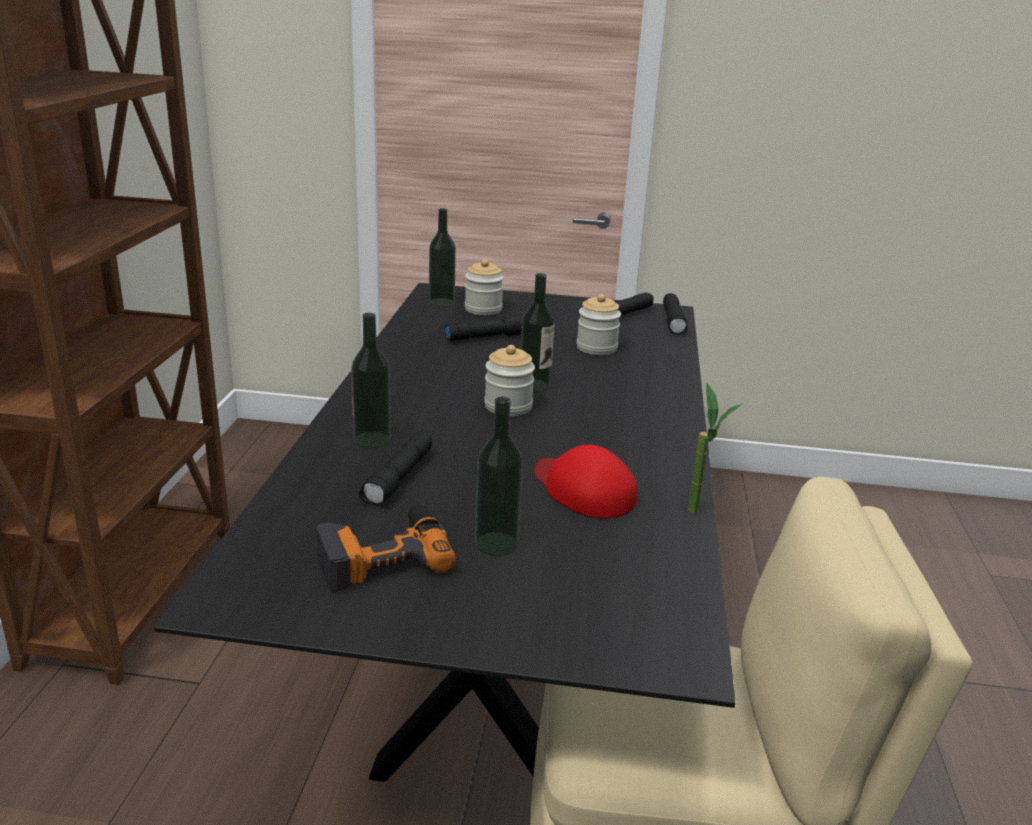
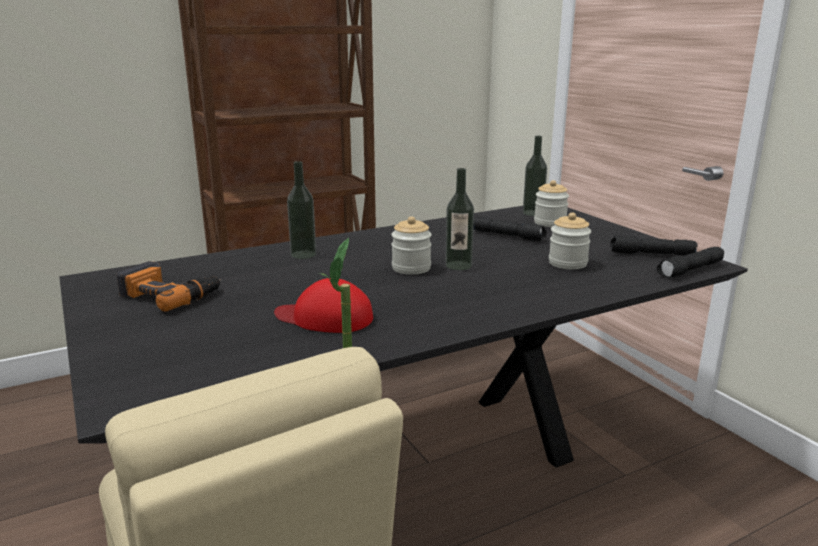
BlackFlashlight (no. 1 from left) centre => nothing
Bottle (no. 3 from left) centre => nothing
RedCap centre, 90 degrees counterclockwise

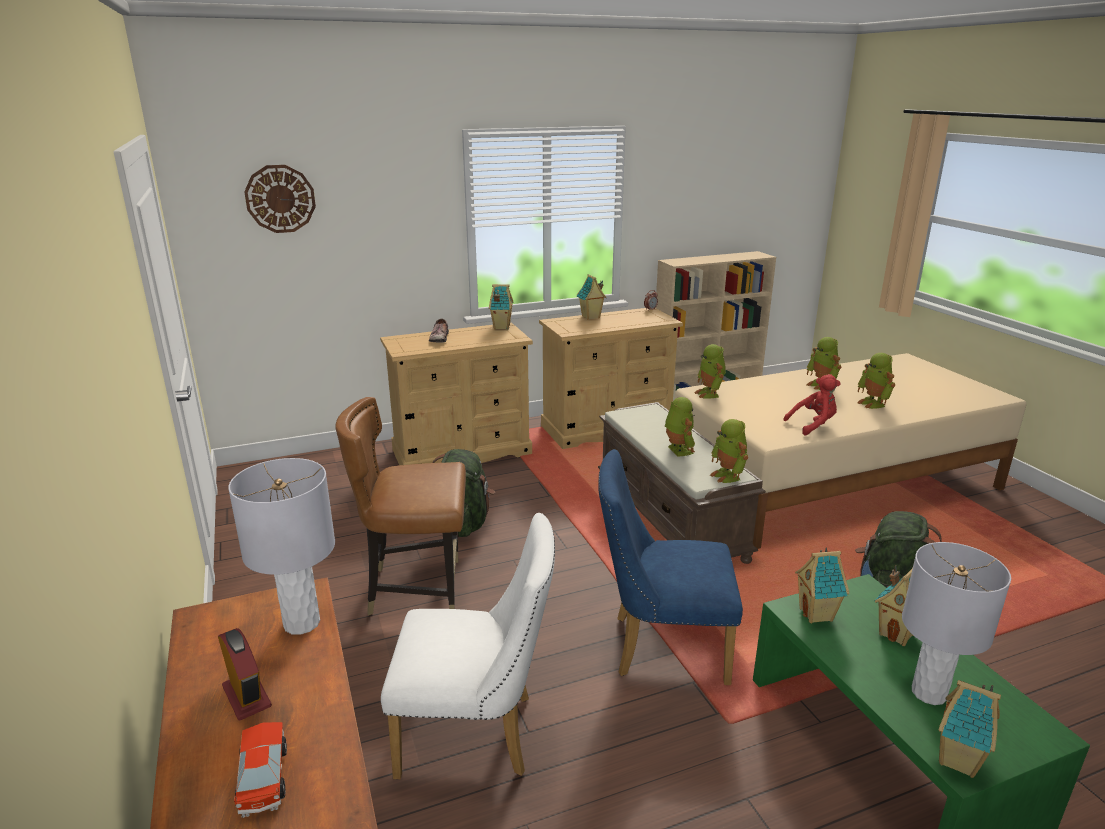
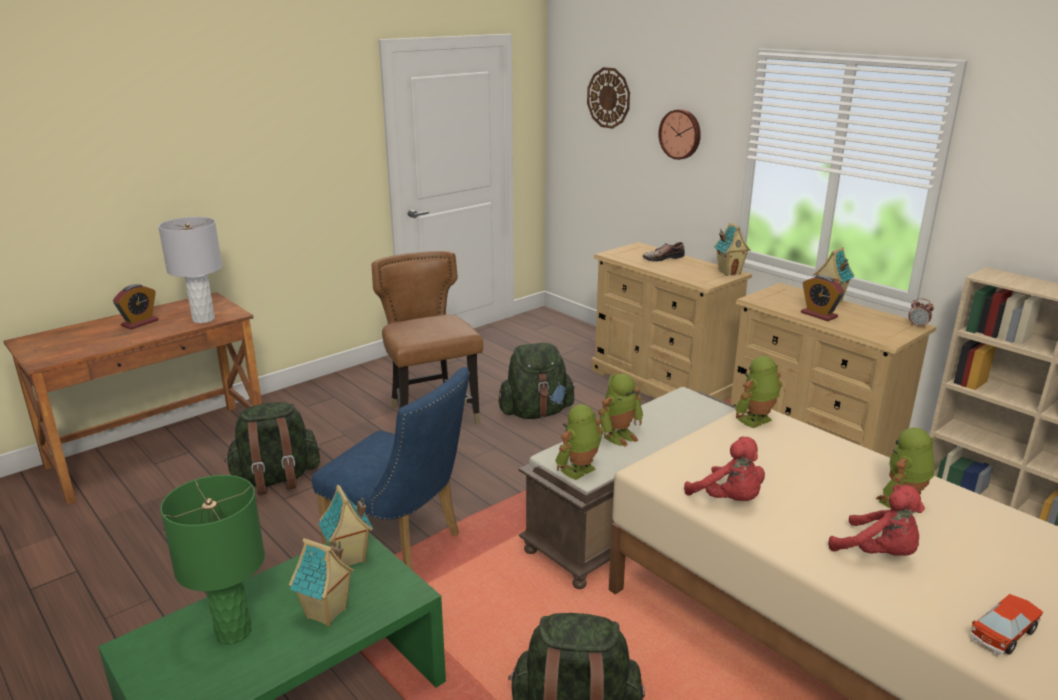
ToyCar bottom left => ToyCar bottom right, relocated
WhiteChair bottom centre => GreenBackpack (no. 1 from left) middle left
BlueChair bottom centre, 135 degrees clockwise
ToyRobot (no. 5 from left) middle right => RedPlushToy (no. 2 from left) bottom right
GreyTableLamp (no. 2 from left) bottom right => GreenTableLamp bottom left
ToyHouse (no. 5 from left) bottom right => nothing
nothing => WallClock (no. 2 from left) top centre
nothing => AlarmClock (no. 2 from left) middle right

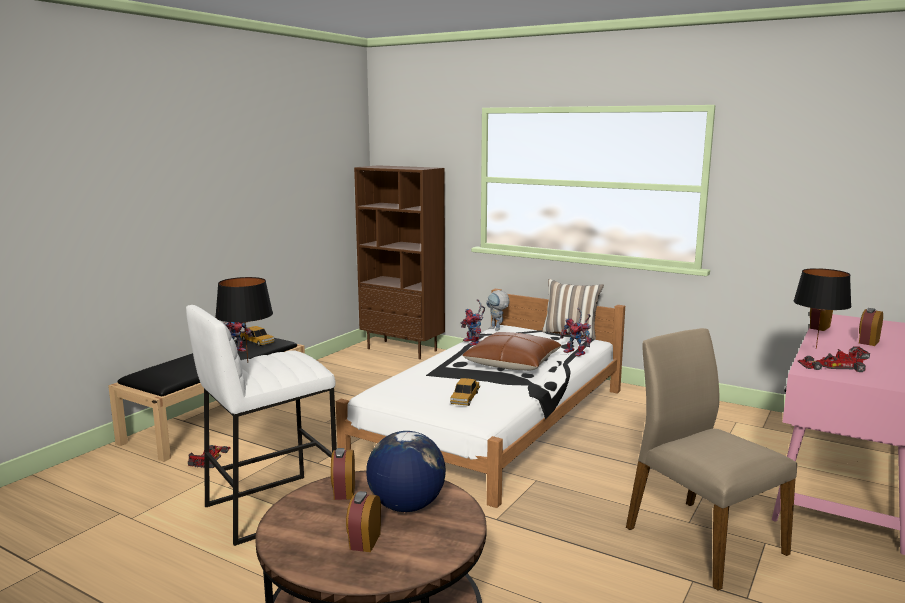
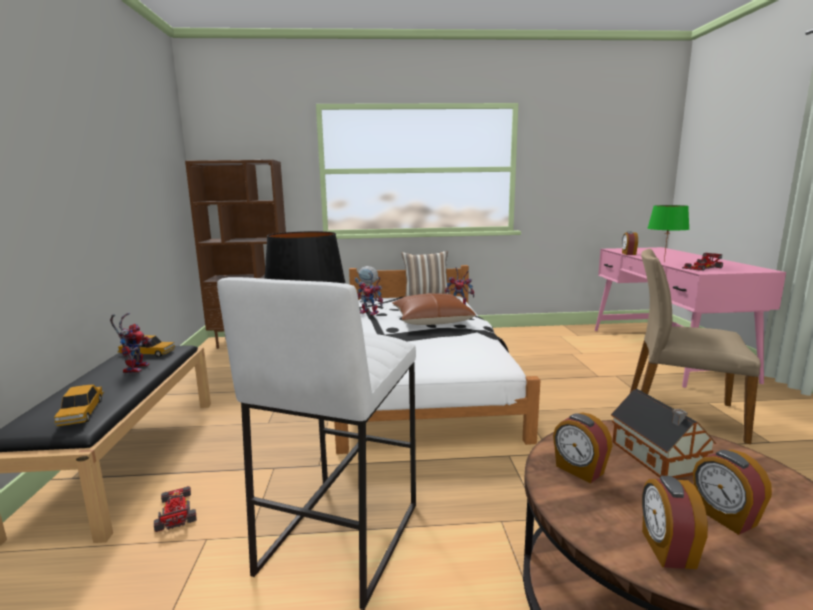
Globe bottom centre => ToyHouse bottom right
ToyCar (no. 3 from left in the first image) centre => ToyCar (no. 1 from left) middle left, relocated
BlackTableLamp (no. 2 from left) middle right => GreenTableLamp middle right
AlarmClock (no. 4 from left in the first image) middle right => AlarmClock (no. 3 from left) bottom right, relocated

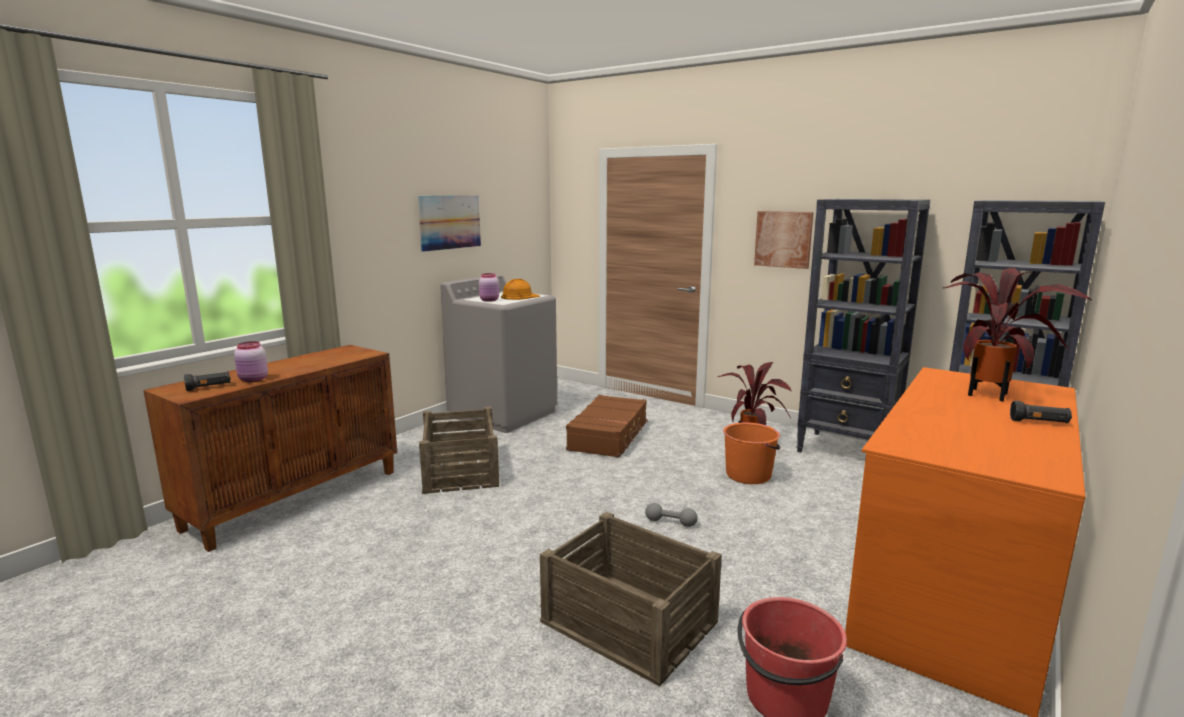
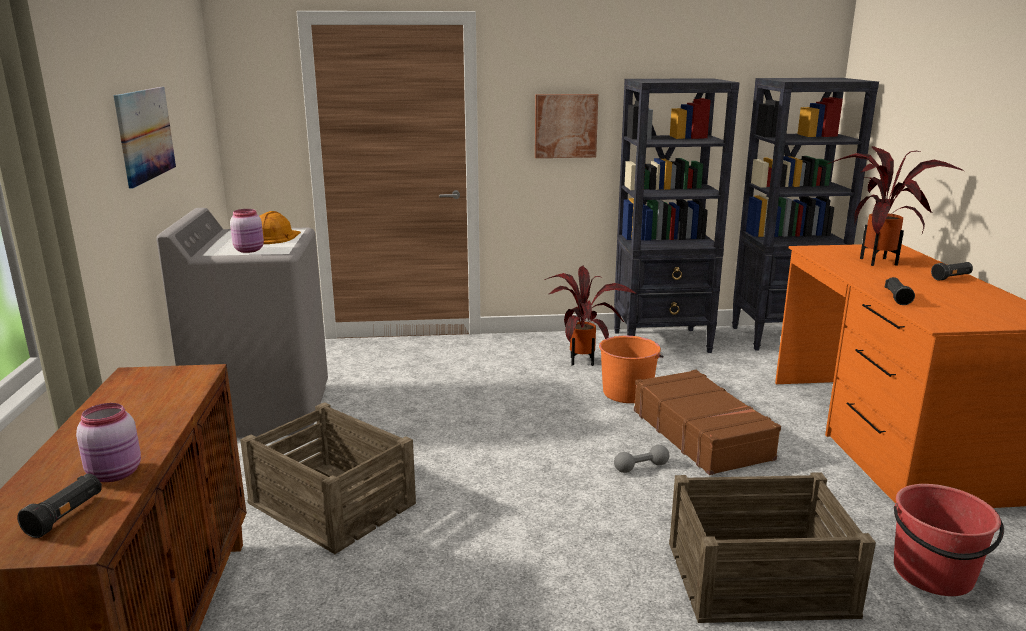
BrownSuitcase centre => BrownSuitcase bottom right, relocated
nothing => BlackFlashlight (no. 2 from left) middle right

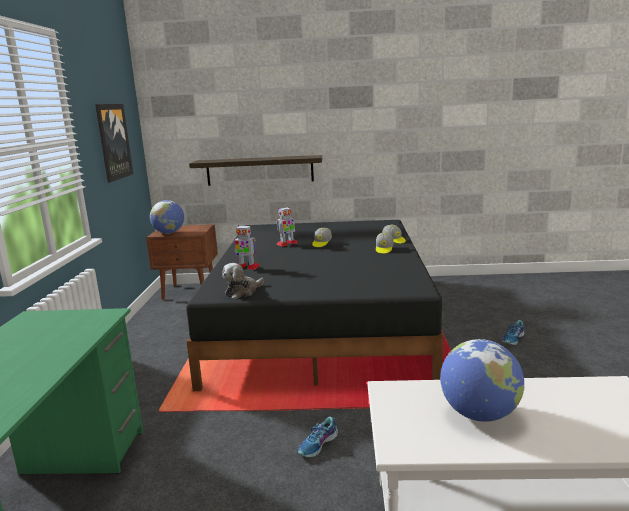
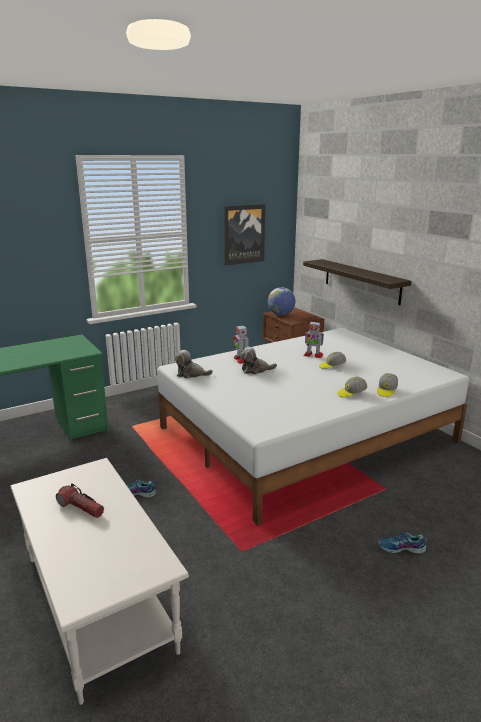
BlackBed centre => WhiteBed centre
Globe (no. 2 from left) bottom right => Flashlight bottom left
nothing => PlushToy (no. 2 from left) centre

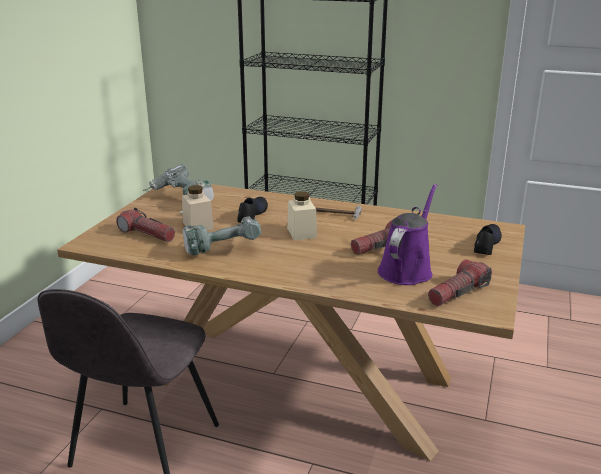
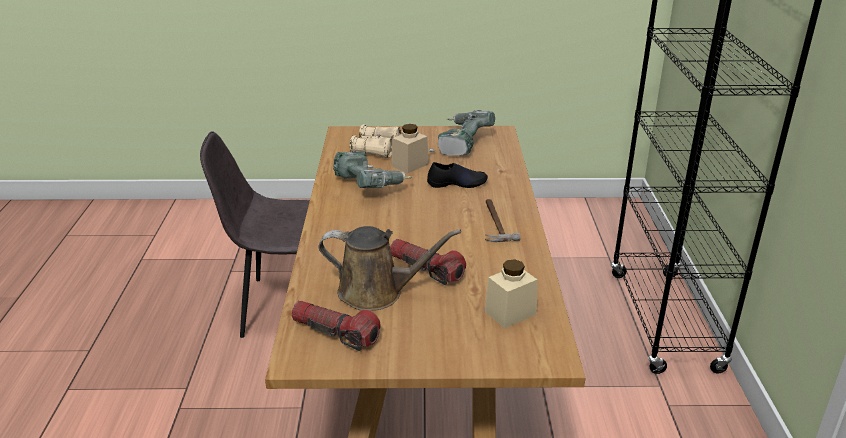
Flashlight (no. 1 from left) middle left => BeigeBinoculars top centre
BeigeJar (no. 2 from left) centre => BeigeJar (no. 2 from left) bottom centre, relocated
PurpleWateringCan middle right => BrownWateringCan centre
BlackShoe (no. 2 from left) middle right => nothing

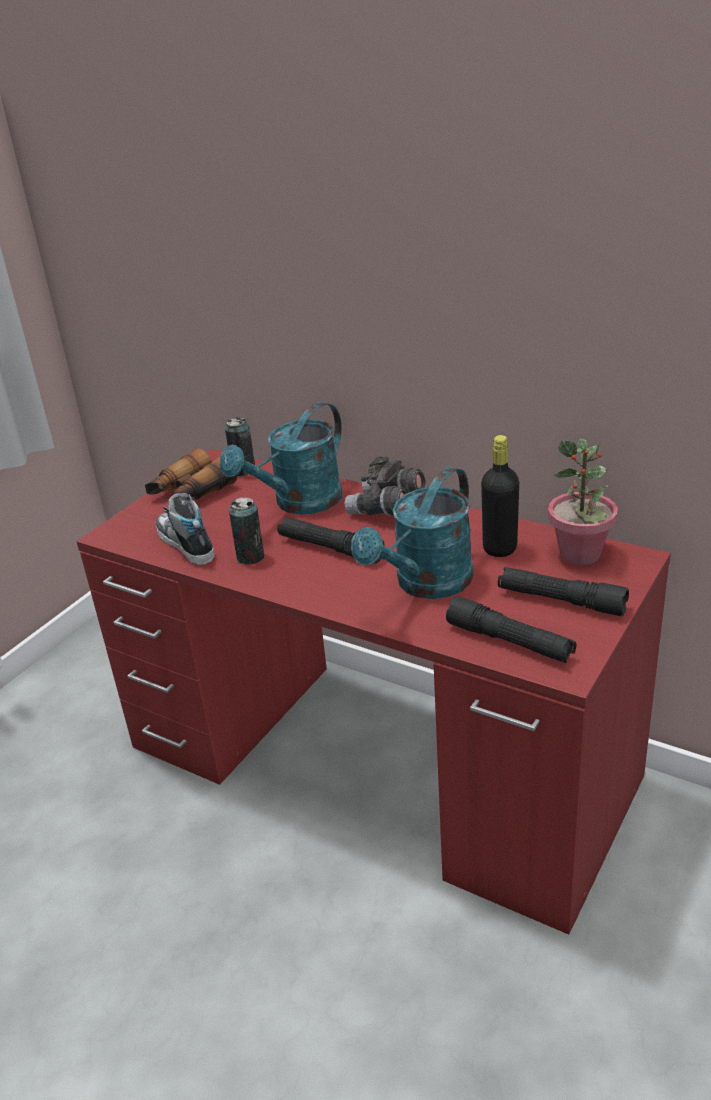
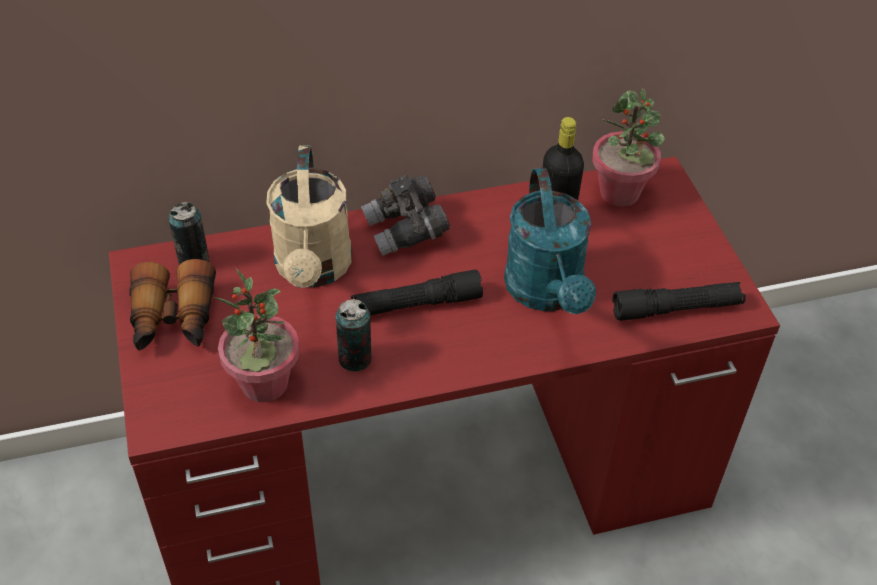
Shoe middle left => PottedPlant (no. 1 from left) middle left
TurquoiseWateringCan (no. 1 from left) centre => BeigeWateringCan centre
BlackFlashlight (no. 3 from left) middle right => nothing

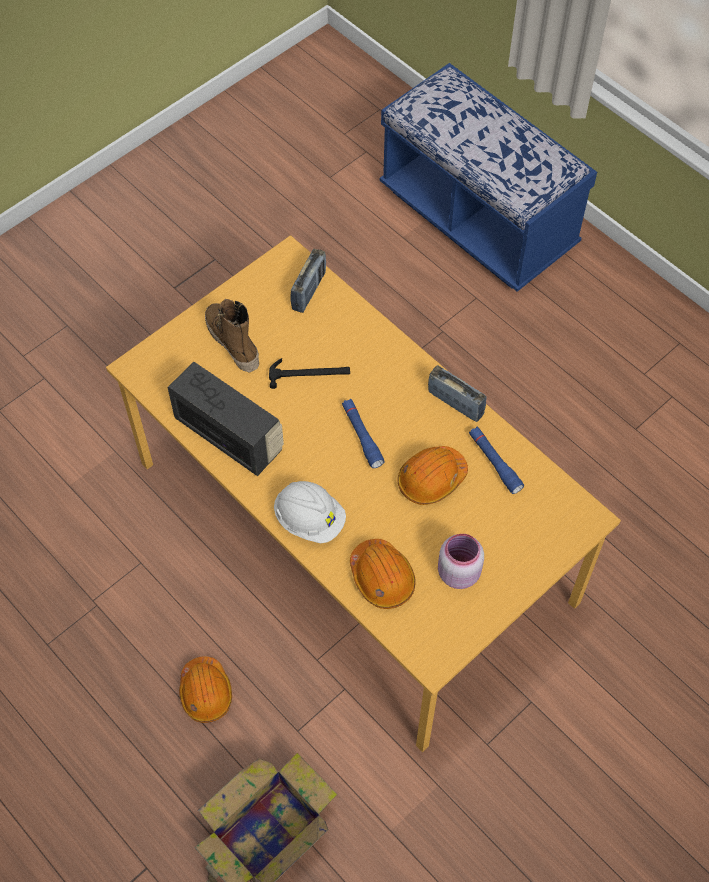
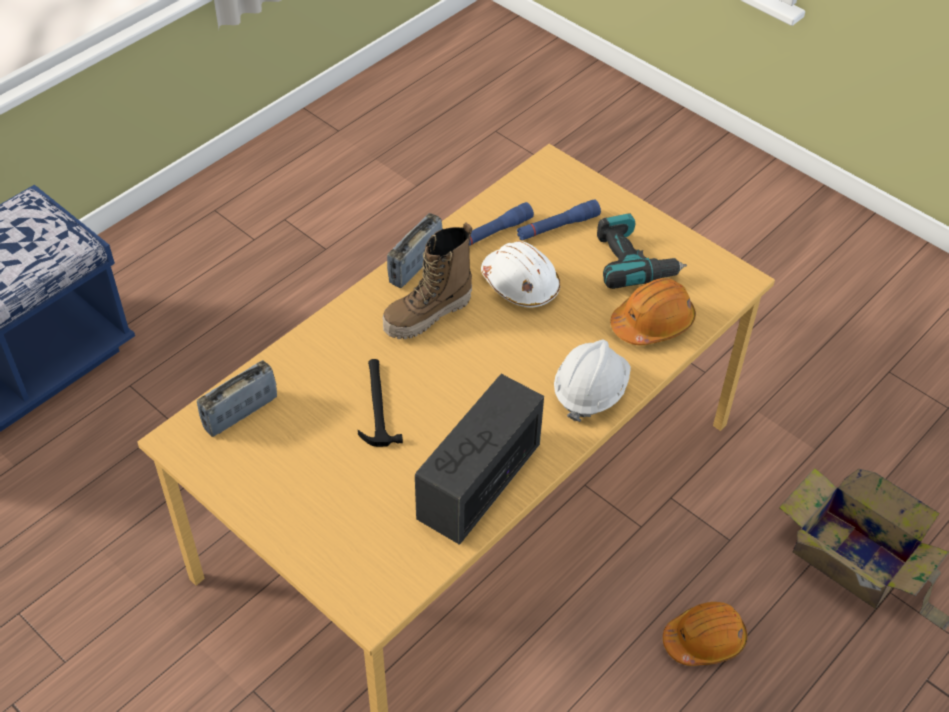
Boot middle left => Boot centre, relocated
Radio (no. 2 from left in the first image) top centre => Radio (no. 1 from left) middle left, 60 degrees counterclockwise
BlueFlashlight (no. 1 from left in the first image) centre => BlueFlashlight (no. 2 from left) top centre, relocated
OrangeHardHat (no. 3 from left) centre => WhiteHardHat (no. 1 from left) centre
PinkJar centre => PowerDrill middle right

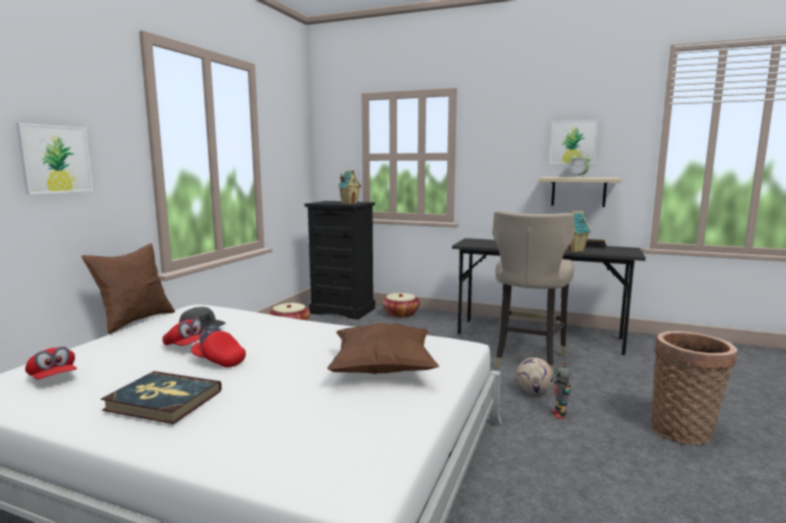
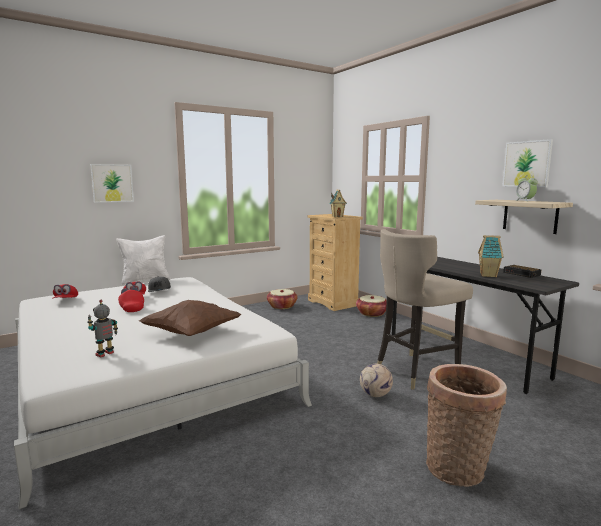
BrownPillow (no. 1 from left) middle left => WhitePillow middle left
Book bottom left => nothing
BlackDresser centre => BeigeDresser centre
ToyRobot bottom right => ToyRobot middle left, relocated

